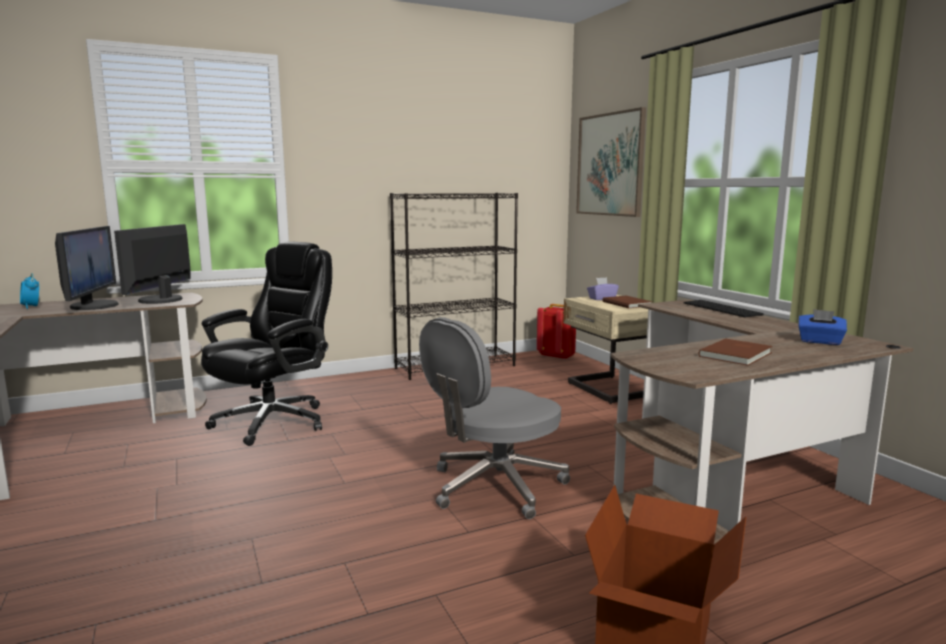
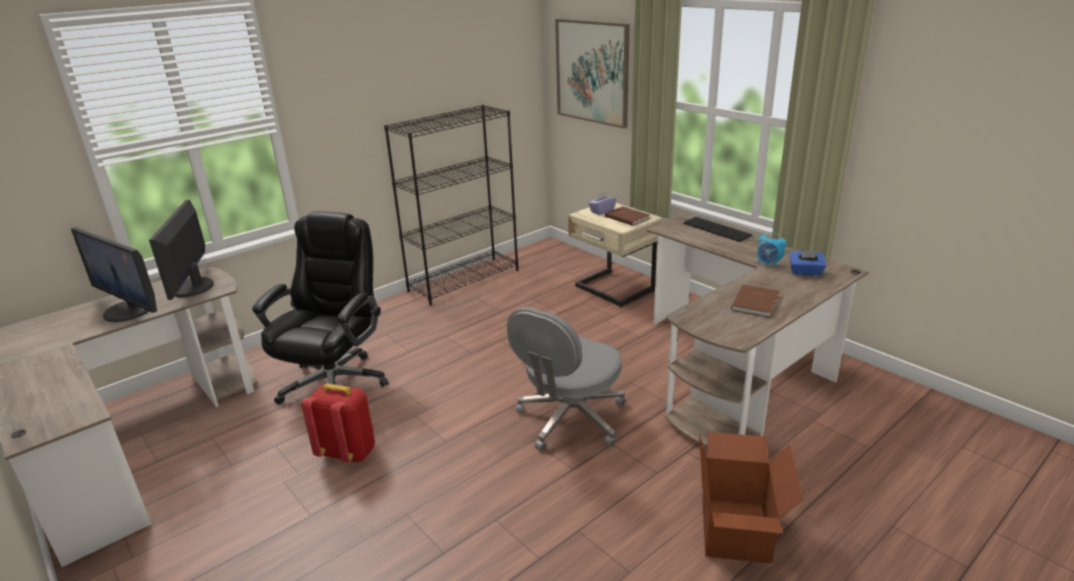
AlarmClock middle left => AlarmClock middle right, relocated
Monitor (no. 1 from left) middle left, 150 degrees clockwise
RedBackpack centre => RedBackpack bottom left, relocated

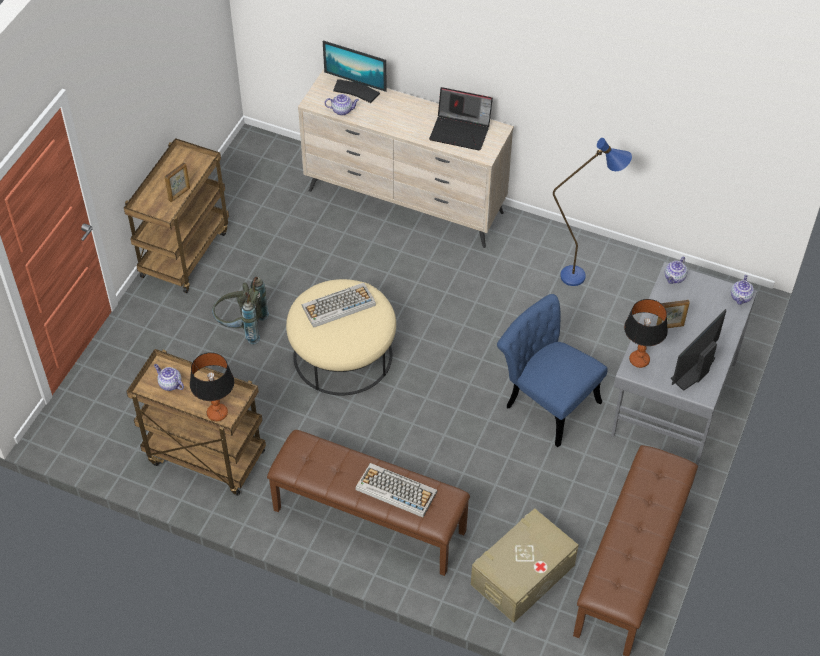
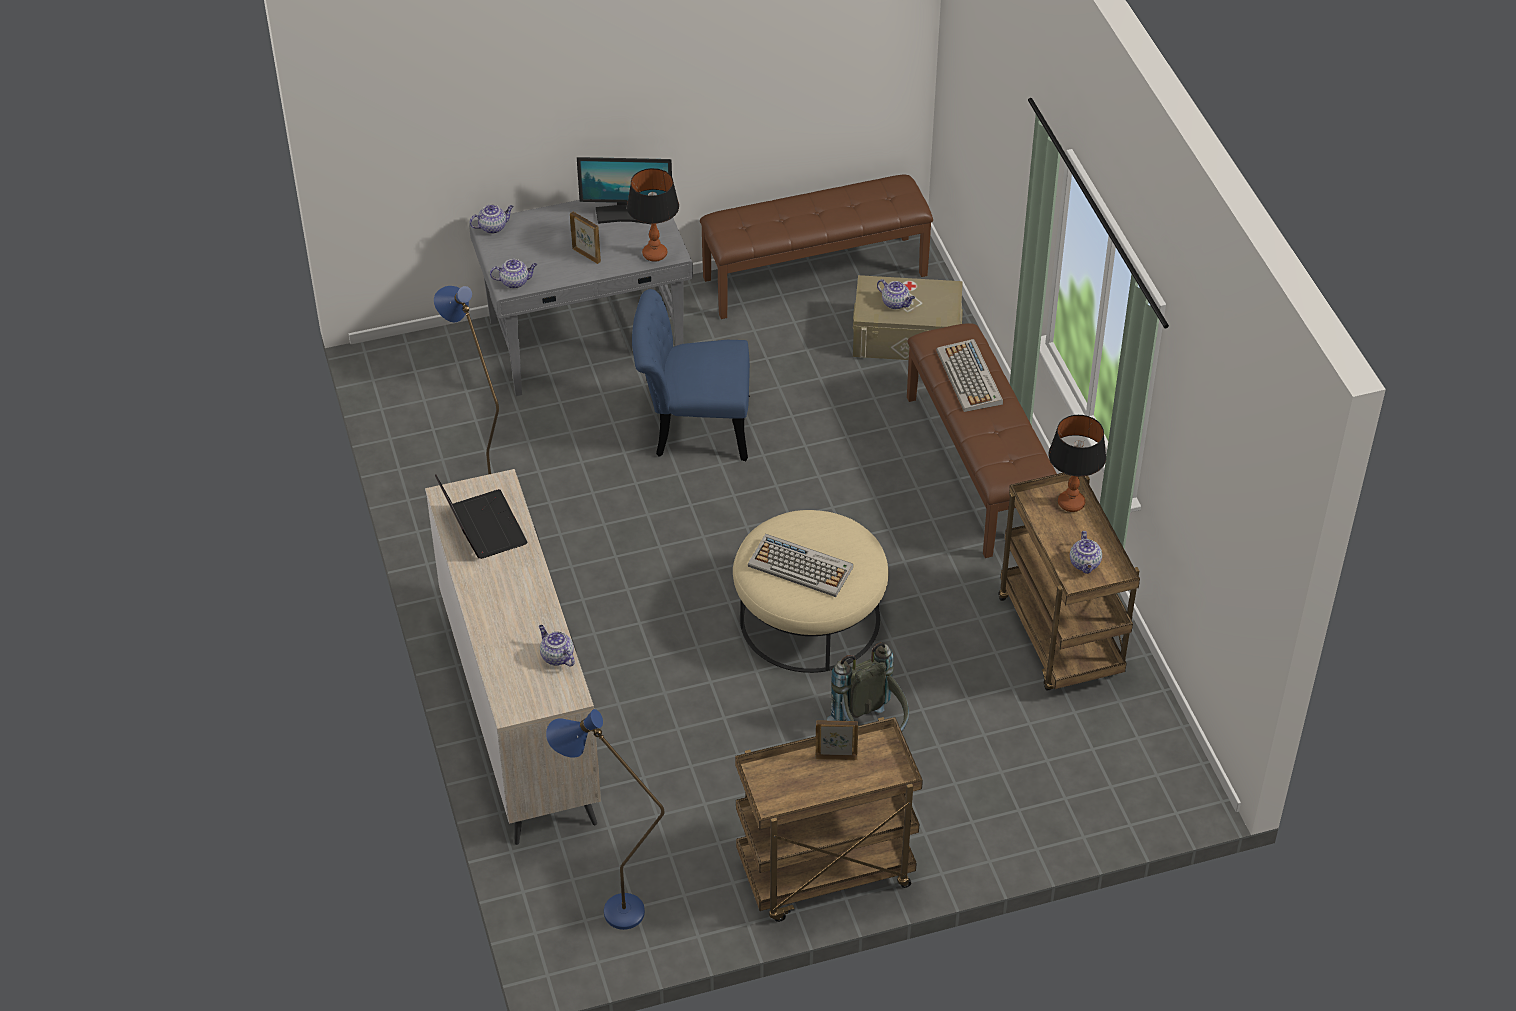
Monitor (no. 1 from left) top centre => nothing
BlueChair middle right => BlueChair centre, 90 degrees clockwise
nothing => BlueFloorLamp (no. 2 from left) bottom centre
nothing => Teapot (no. 4 from left) top centre

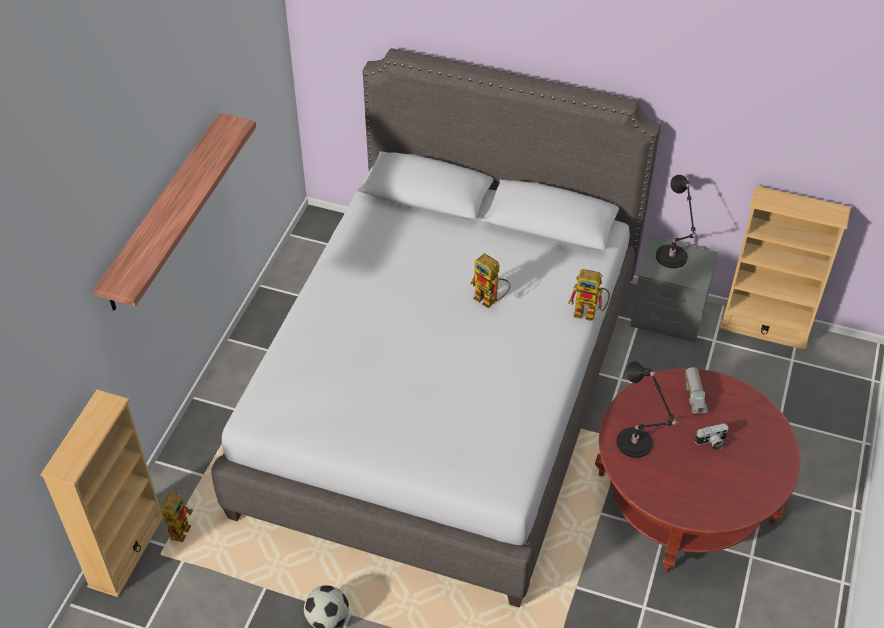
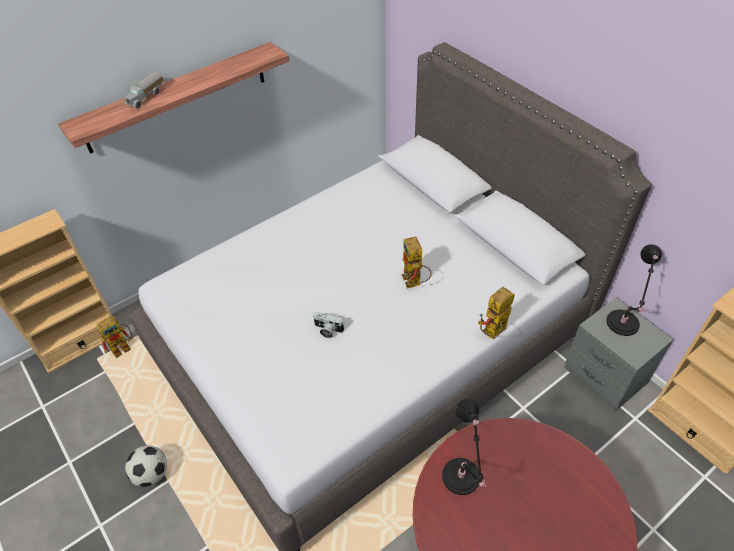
ToyRobot (no. 3 from left) centre => ToyRobot (no. 3 from left) middle right, 90 degrees clockwise
ToyTruck middle right => ToyTruck top left, relocated
PhotoCamera bottom right => PhotoCamera centre, relocated

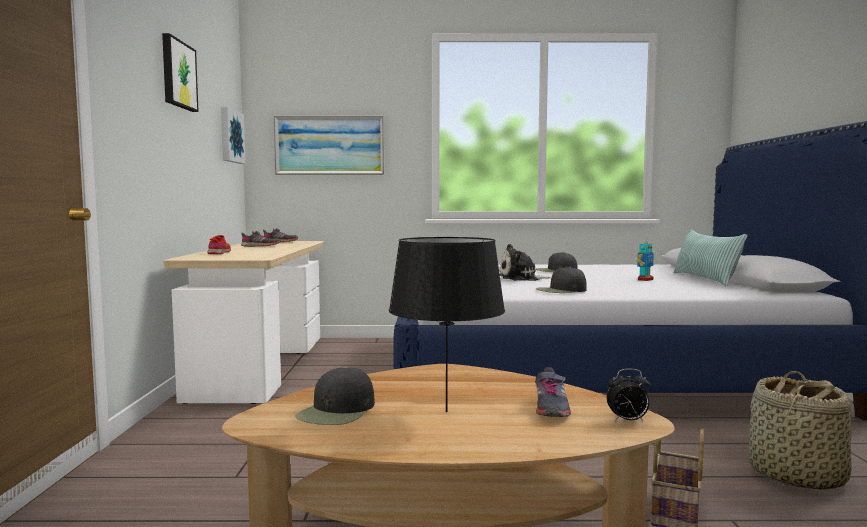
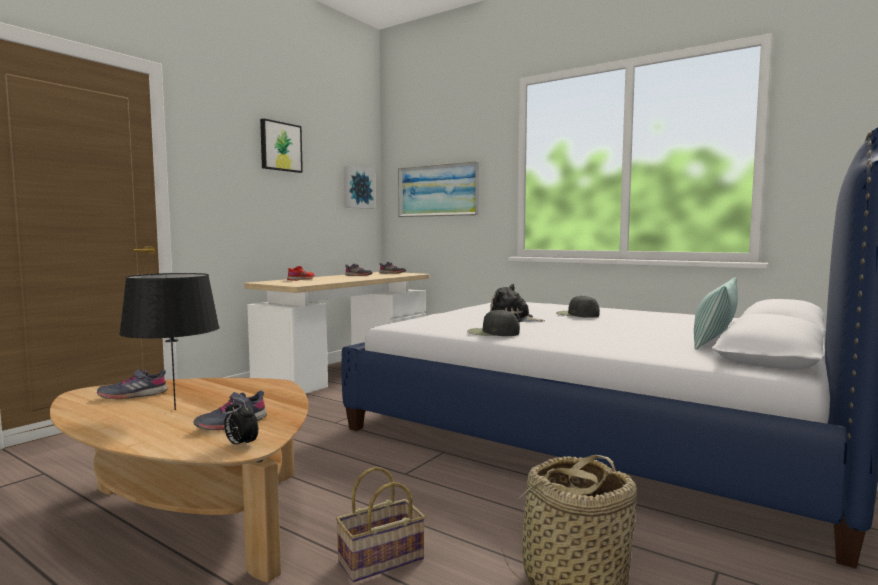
BlackCap (no. 1 from left) bottom centre => GreyShoe (no. 1 from left) middle left
ToyRobot middle right => nothing

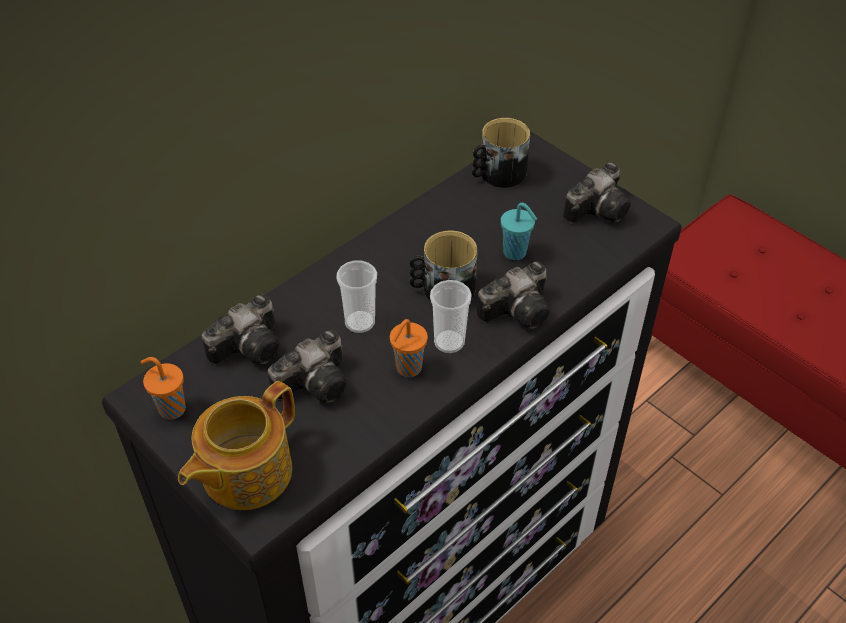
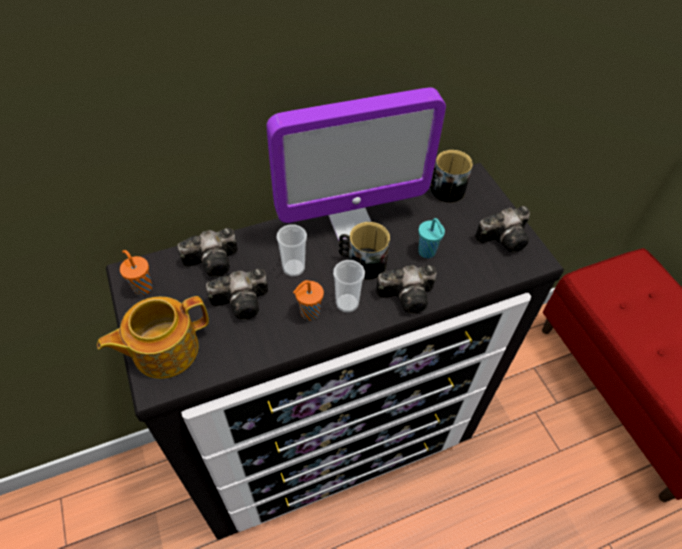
nothing => Monitor top centre

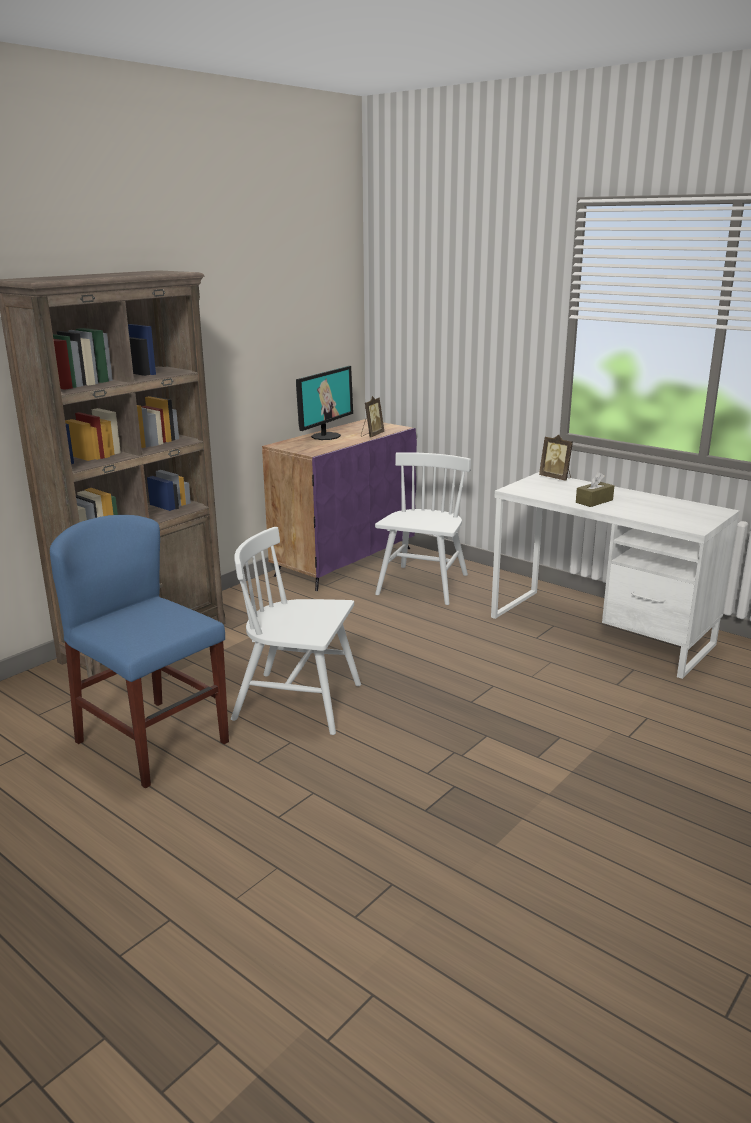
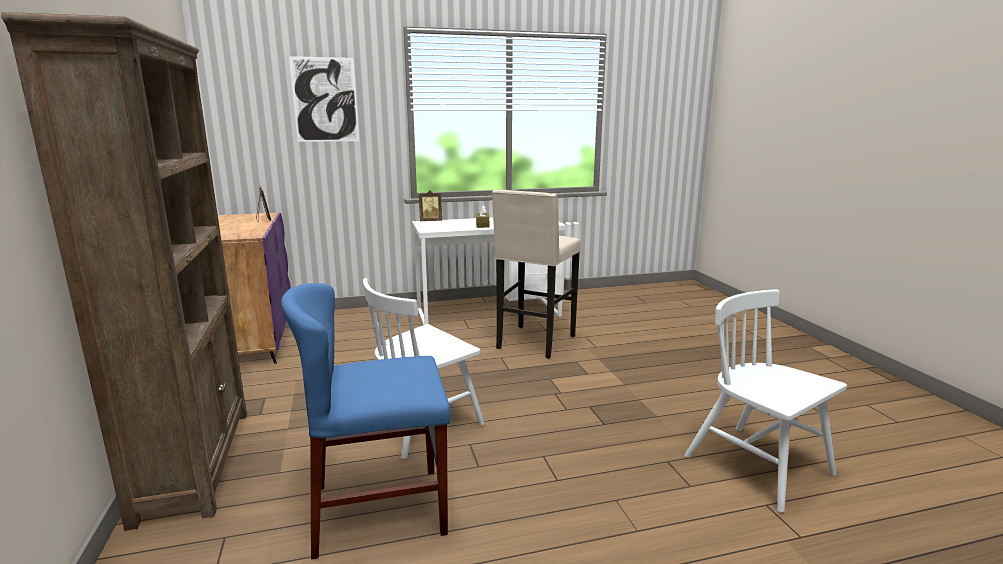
Monitor centre => nothing
WhiteChair (no. 2 from left) centre => WhiteChair (no. 2 from left) bottom right, relocated
nothing => Picture top left
nothing => BeigeStool centre

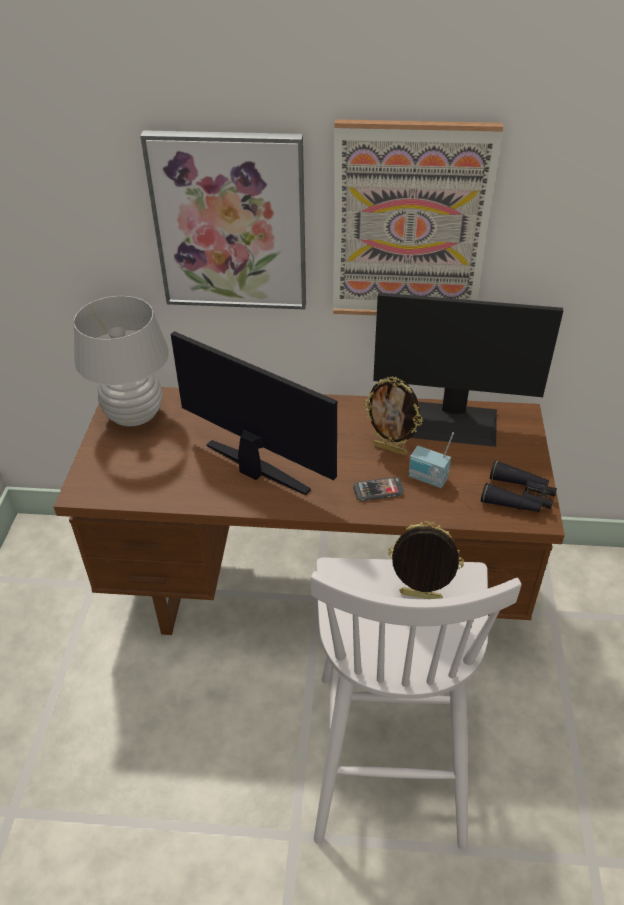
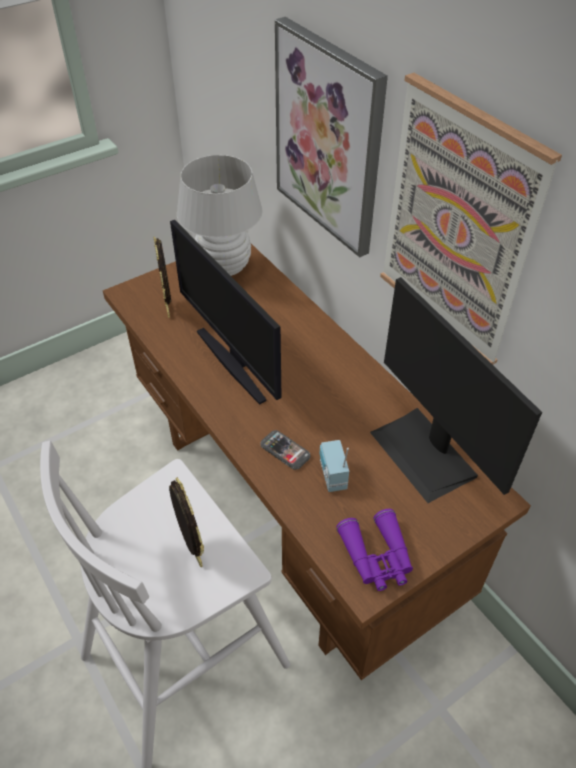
Monitor (no. 1 from left) centre, 150 degrees clockwise
PictureFrame (no. 1 from left) centre => PictureFrame (no. 1 from left) middle left, relocated
BlackBinoculars middle right => PurpleBinoculars bottom centre

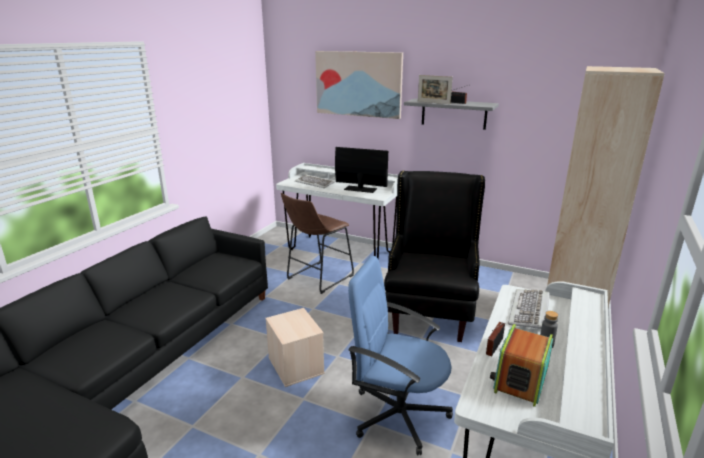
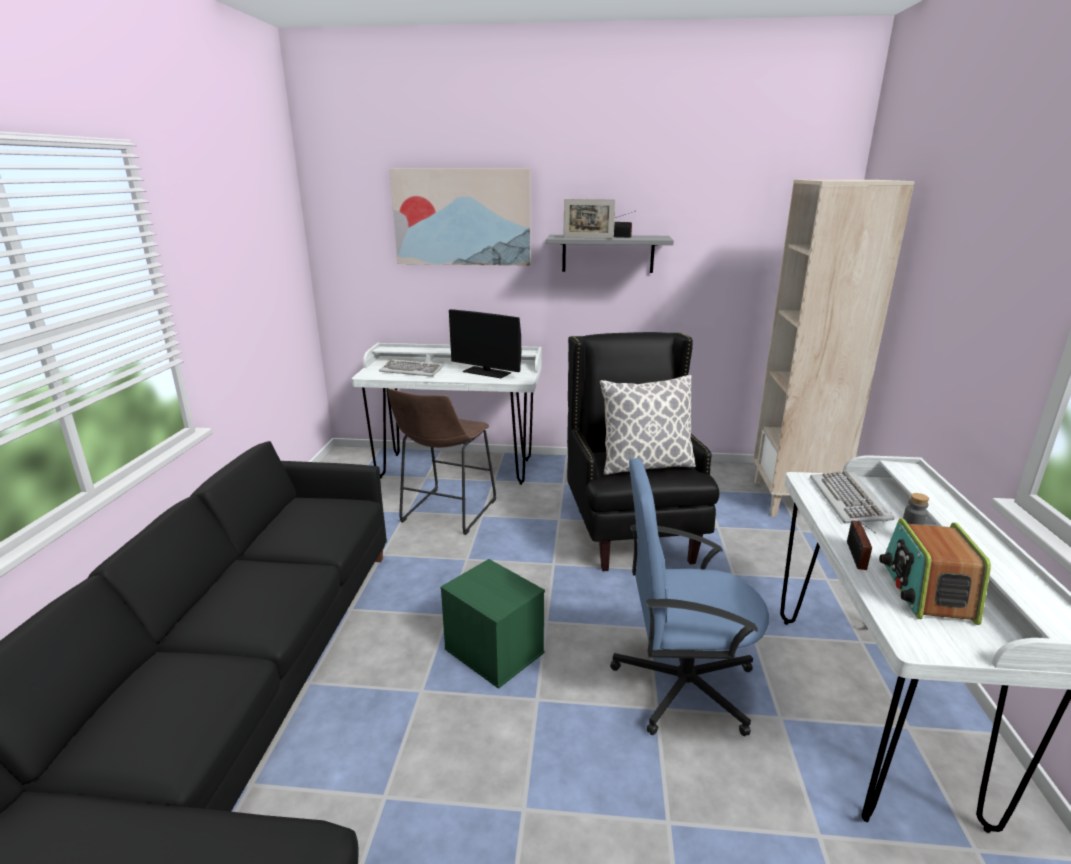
BeigeStorageBox bottom centre => GreenStorageBox bottom centre
Monitor centre, 150 degrees counterclockwise
nothing => Pillow centre

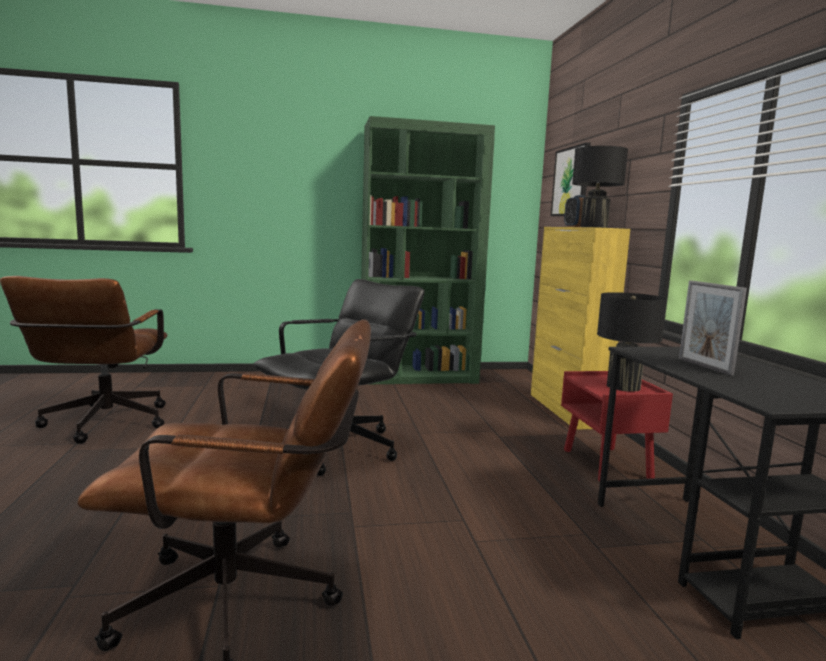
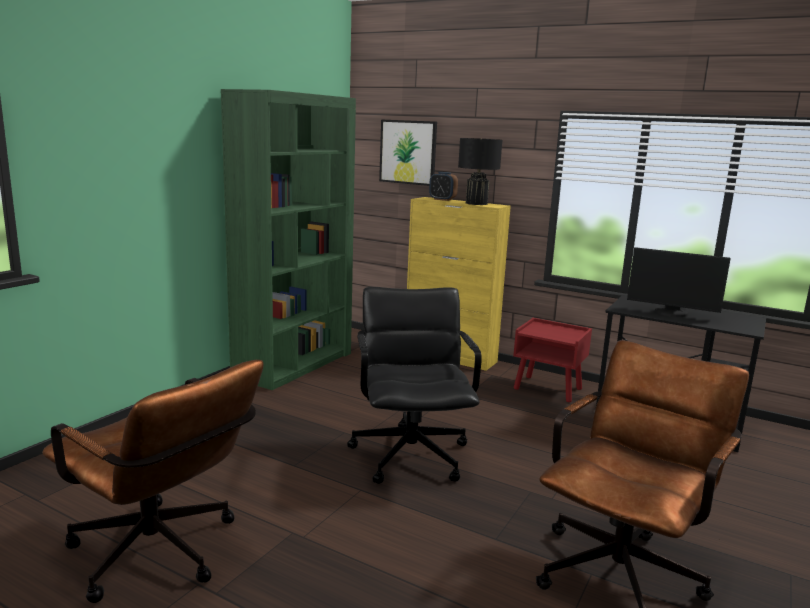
BlackTableLamp (no. 2 from left) middle right => nothing
PictureFrame middle right => Monitor middle right

